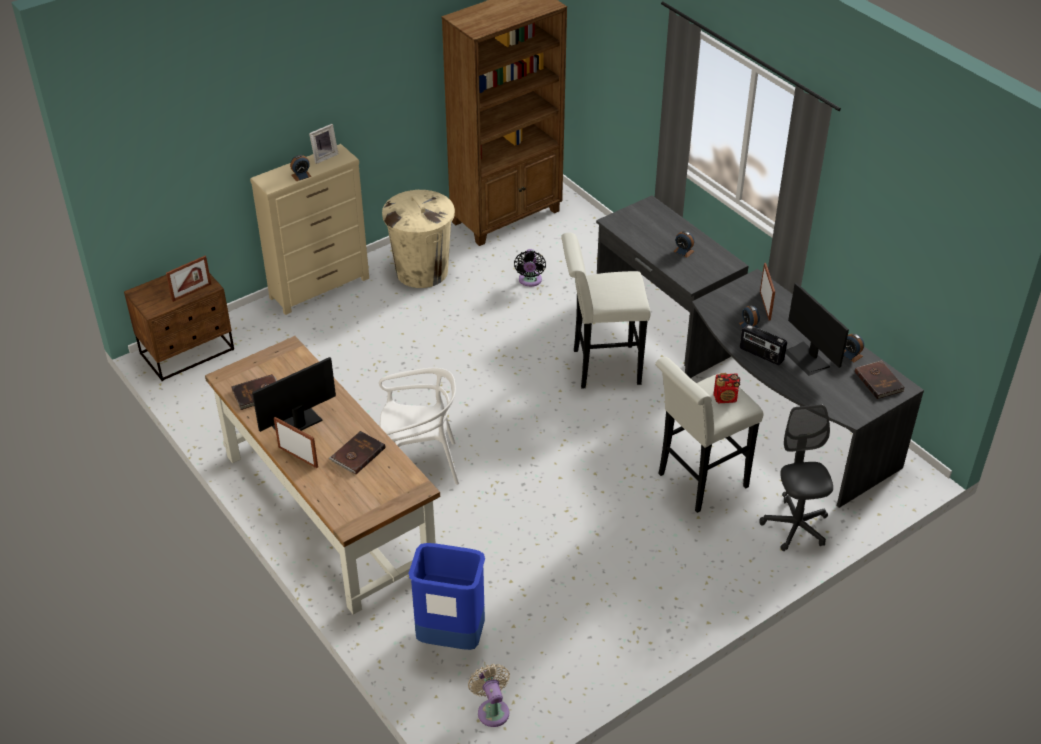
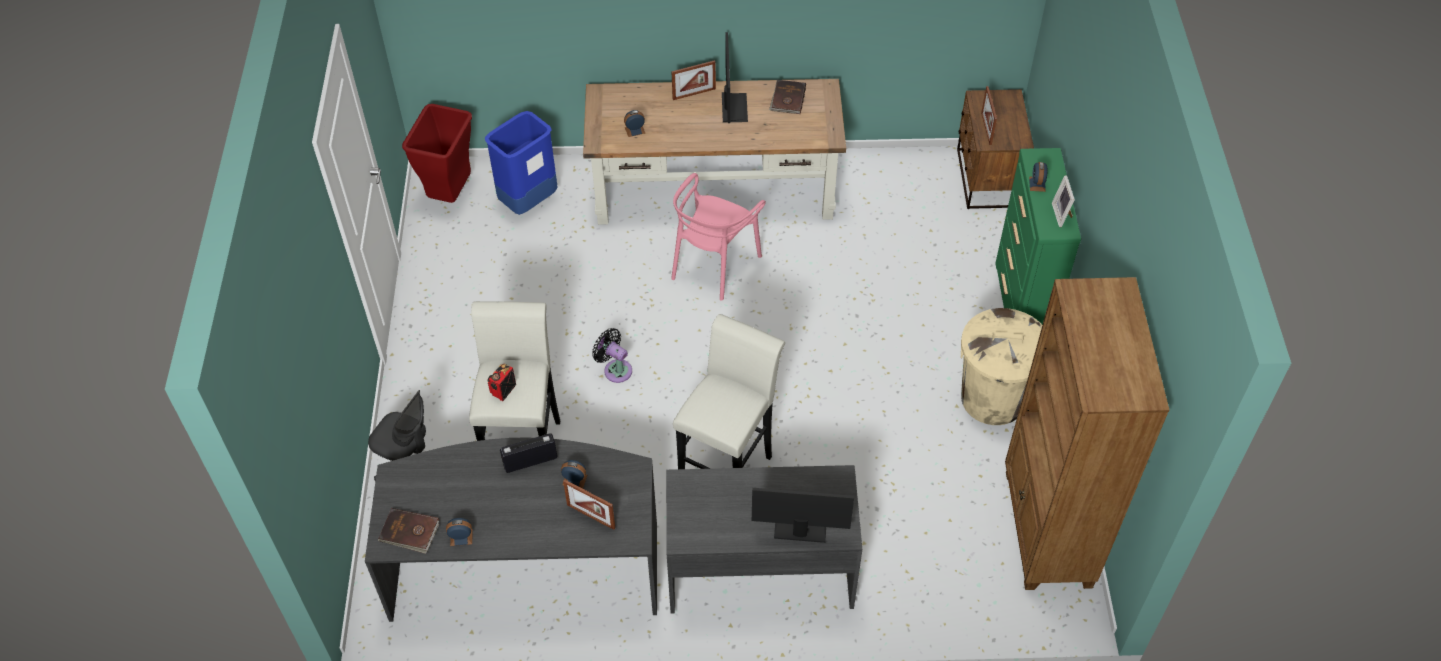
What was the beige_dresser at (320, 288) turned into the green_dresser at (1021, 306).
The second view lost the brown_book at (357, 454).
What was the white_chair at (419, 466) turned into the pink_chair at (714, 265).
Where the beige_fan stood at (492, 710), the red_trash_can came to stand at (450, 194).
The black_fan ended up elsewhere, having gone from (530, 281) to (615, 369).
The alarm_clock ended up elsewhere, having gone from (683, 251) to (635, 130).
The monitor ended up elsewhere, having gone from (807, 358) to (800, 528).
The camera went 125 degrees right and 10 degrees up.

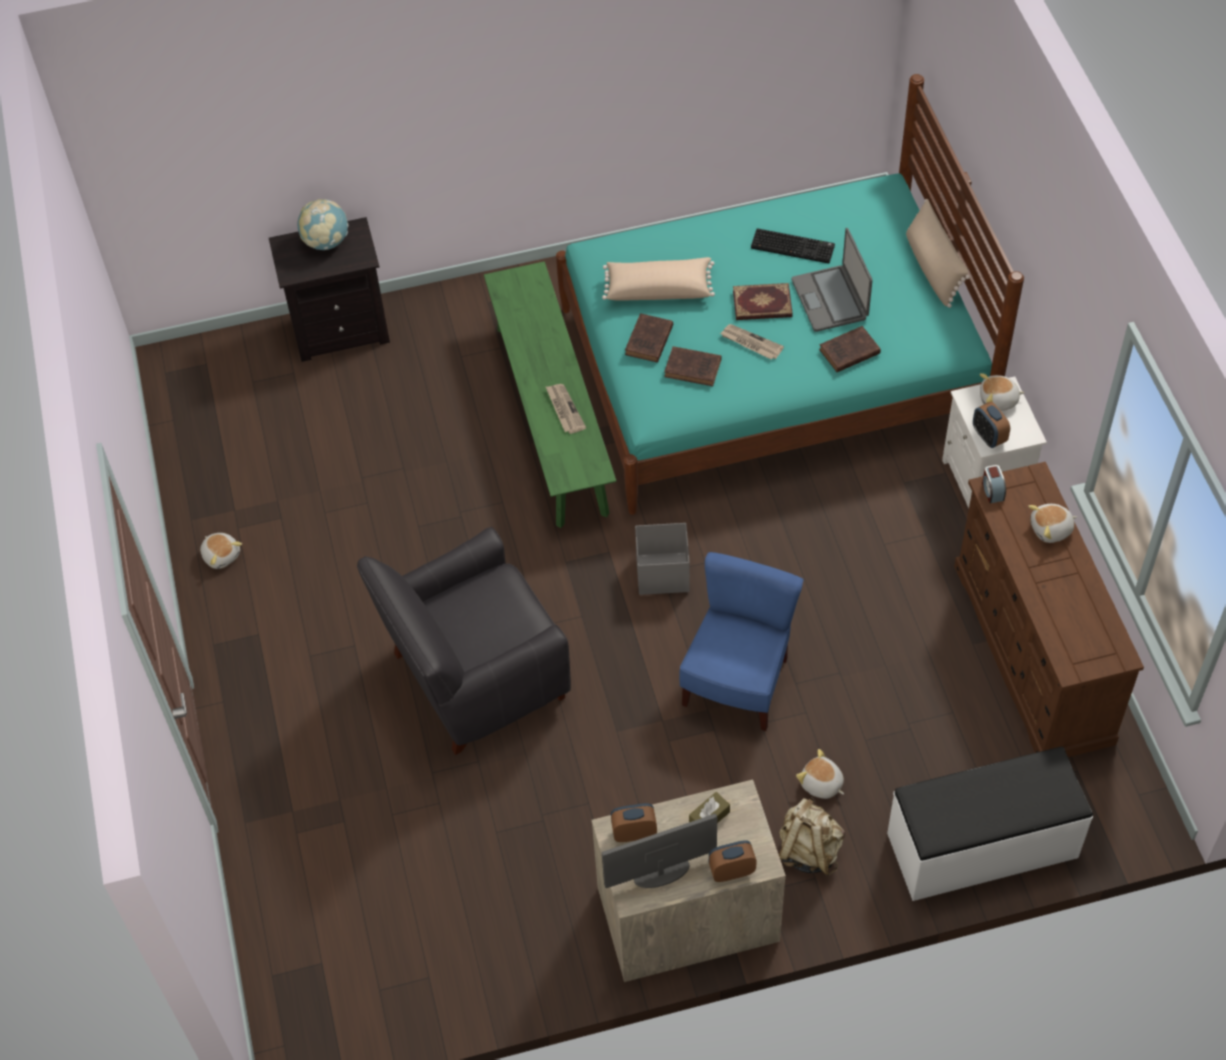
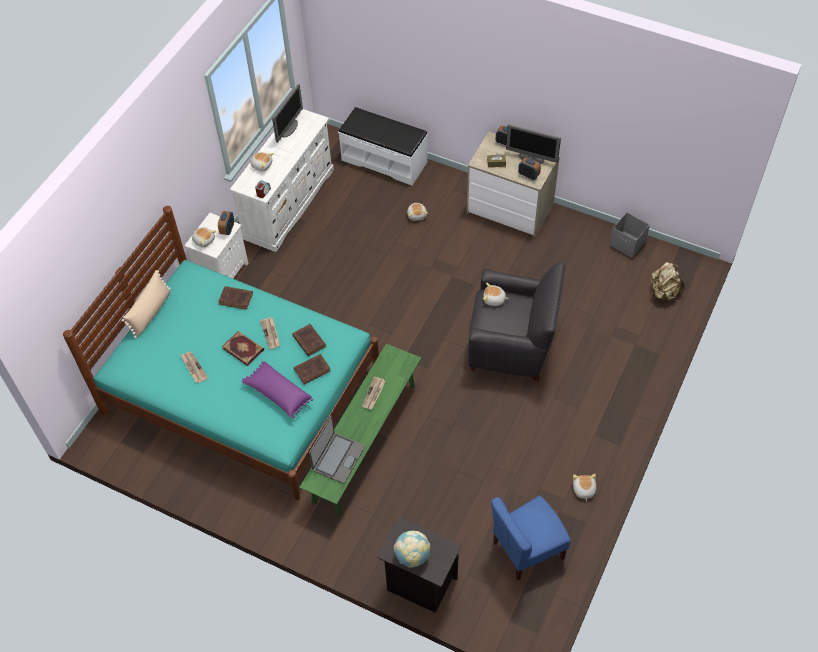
What was the beige_pillow at (658, 288) turned into the purple_pillow at (278, 394).
The grey_storage_box ended up elsewhere, having gone from (661, 573) to (627, 244).
The blue_chair ended up elsewhere, having gone from (737, 683) to (527, 549).
Where the keyboard stood at (793, 246), the newspaper came to stand at (193, 368).
The beige_backpack ended up elsewhere, having gone from (808, 850) to (663, 292).
The laptop ended up elsewhere, having gone from (830, 299) to (338, 458).
What was the brown_dresser at (1033, 654) turned into the white_dresser at (289, 203).
The second view gained the monitor at (289, 128).
The second view gained the plush_toy at (494, 300).
The camera went 140 degrees left and 0 degrees up.

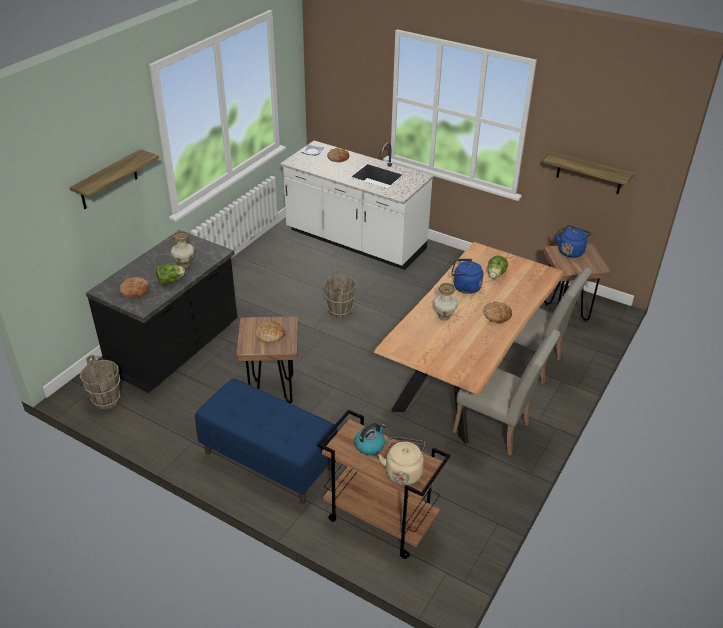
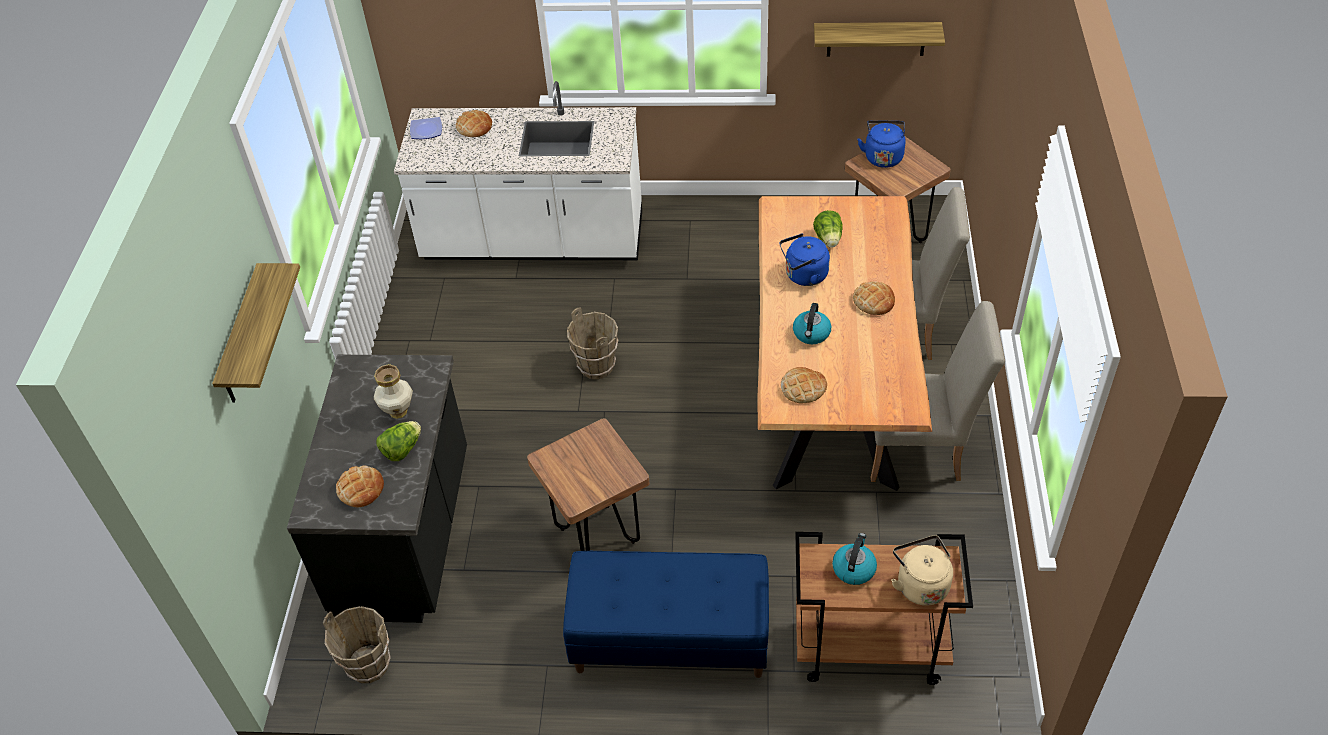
The bread ended up elsewhere, having gone from (270, 334) to (803, 388).
Where the vase stood at (444, 316), the kettle came to stand at (811, 334).
The camera went 25 degrees left and 10 degrees up.

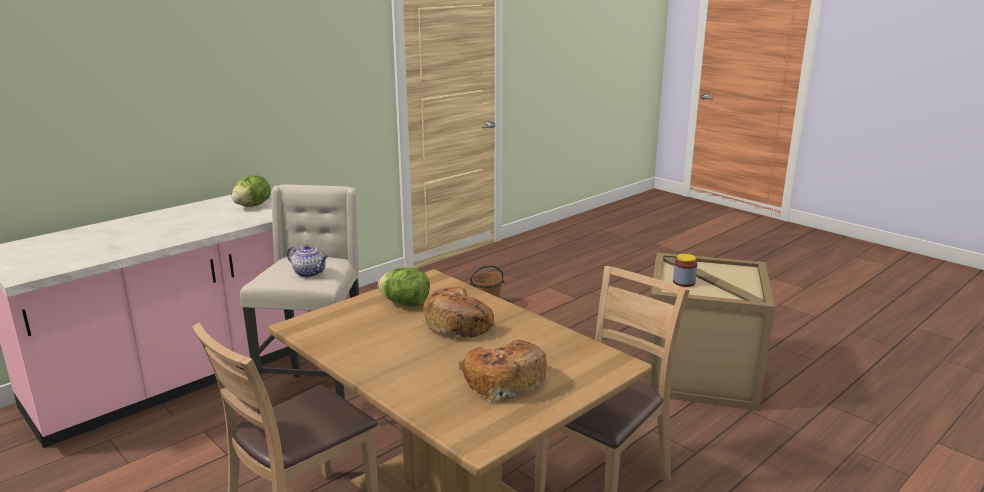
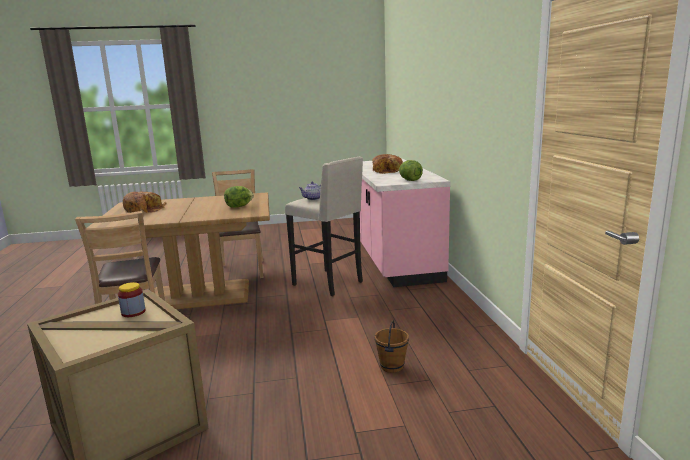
The bread ended up elsewhere, having gone from (460, 323) to (388, 171).
The camera went 125 degrees right and 5 degrees down.

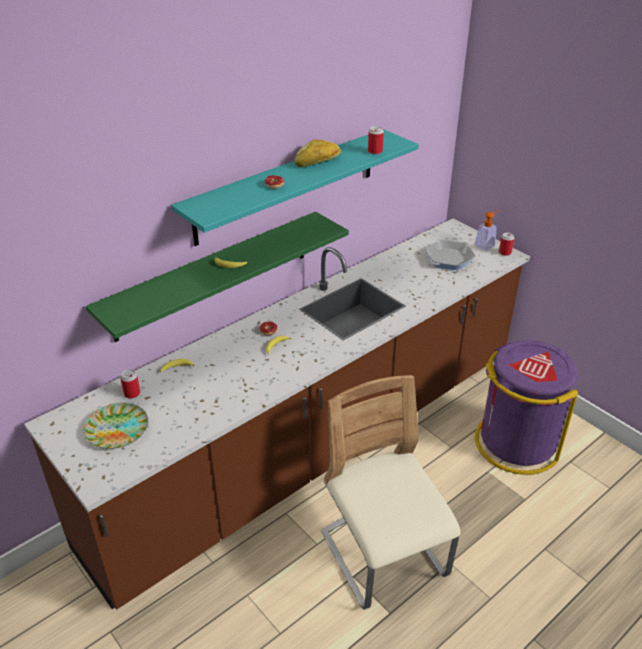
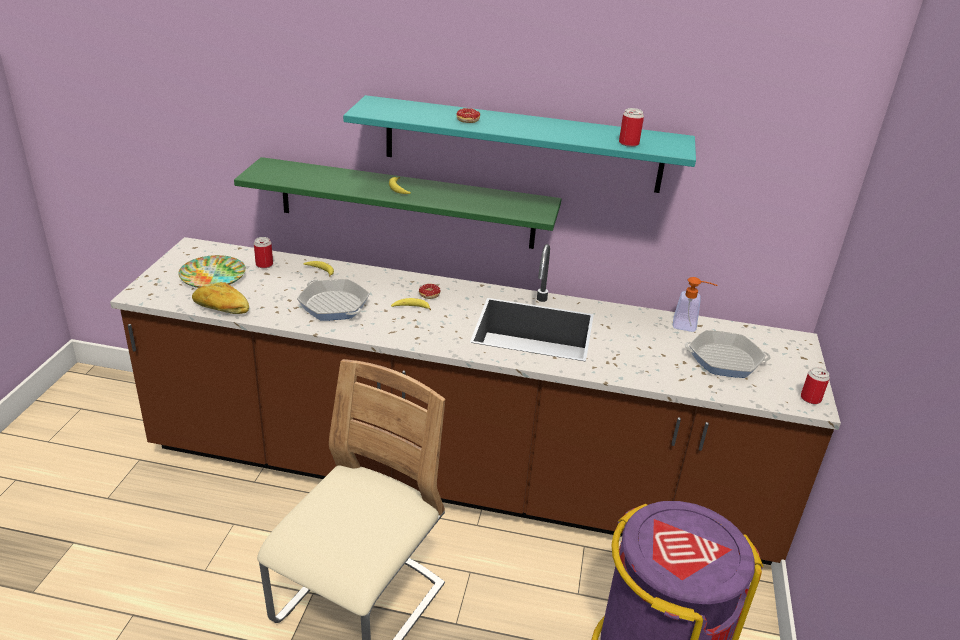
The bread ended up elsewhere, having gone from (318, 162) to (221, 308).
The soap_dispenser ended up elsewhere, having gone from (487, 245) to (689, 326).
The second view gained the frying_pan at (334, 305).
The camera went 50 degrees right and 5 degrees down.

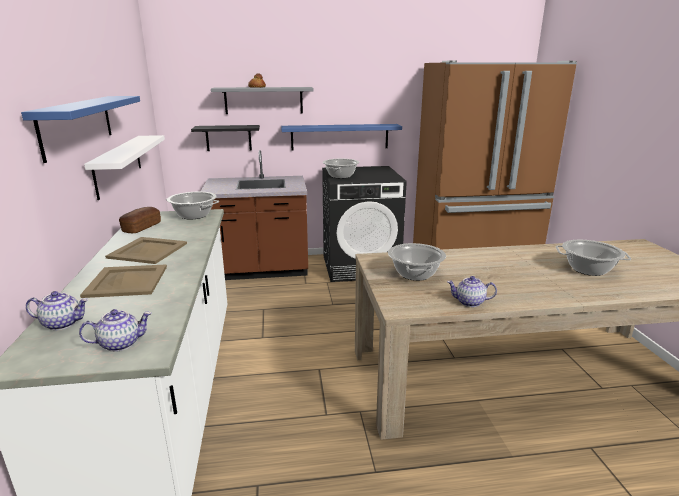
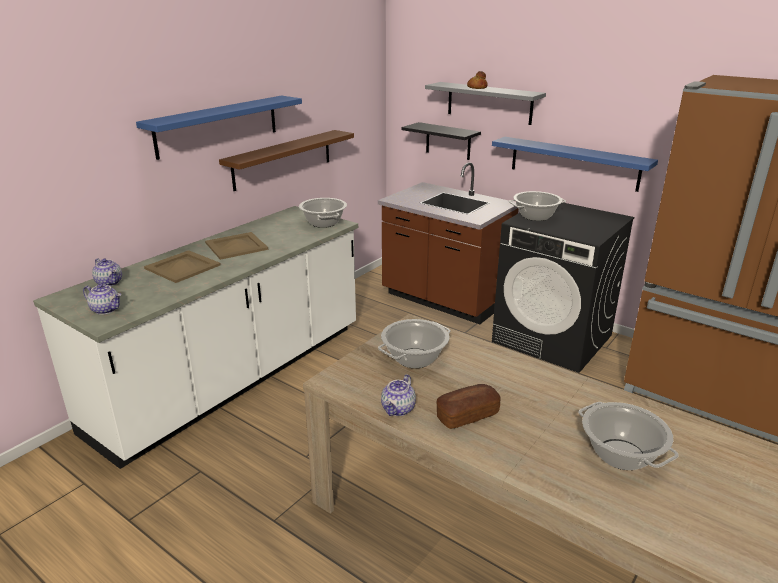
What was the white_shelf at (118, 164) turned into the brown_shelf at (283, 159).
The bread ended up elsewhere, having gone from (142, 227) to (467, 415).
The teapot at (469, 302) ended up facing another way, 120 degrees counterclockwise from before.
The camera went 45 degrees right and 5 degrees up.

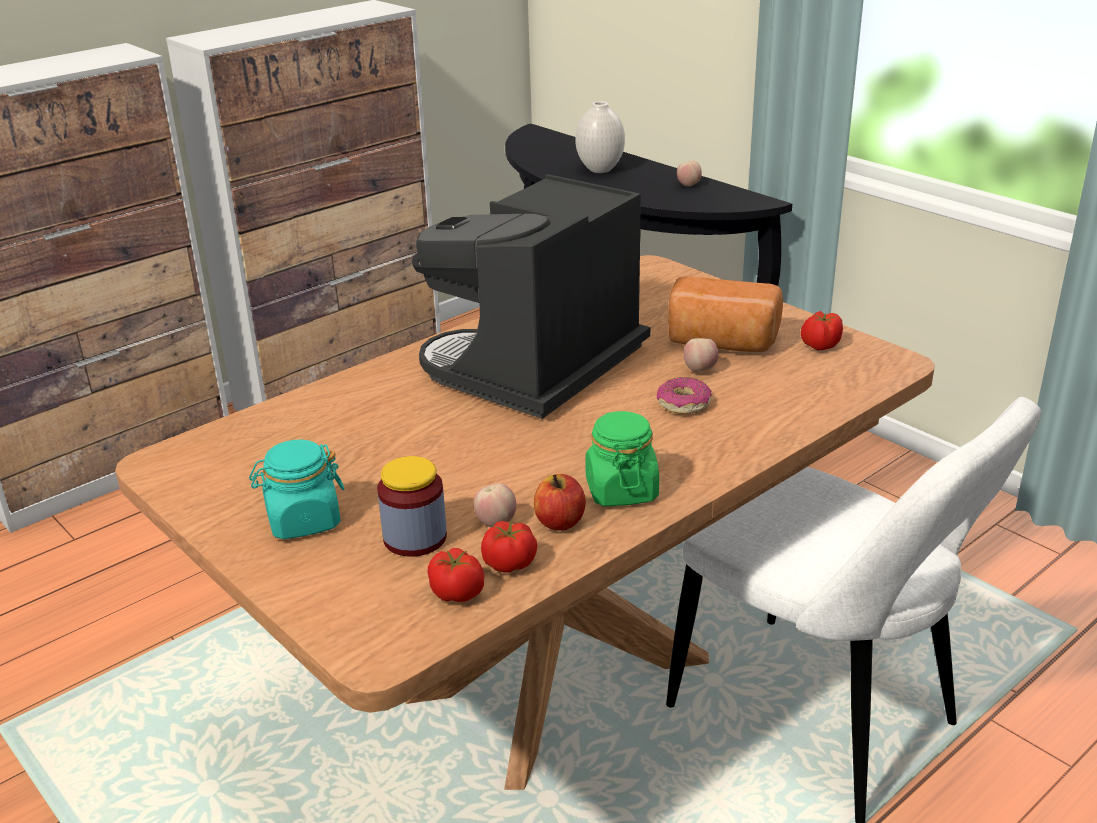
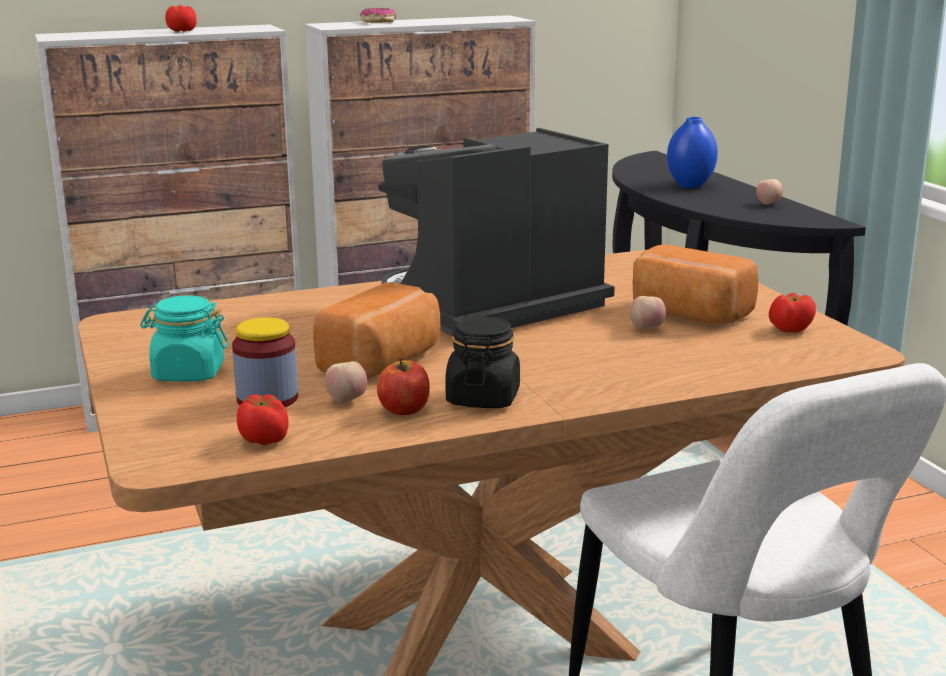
The tomato ended up elsewhere, having gone from (509, 564) to (182, 31).
What was the white_vase at (599, 169) turned into the blue_vase at (689, 185).
What was the green_jar at (621, 490) turned into the black_jar at (483, 398).
The donut ended up elsewhere, having gone from (683, 404) to (377, 22).
The second view gained the bread at (384, 362).
The camera went 20 degrees right and 10 degrees down.

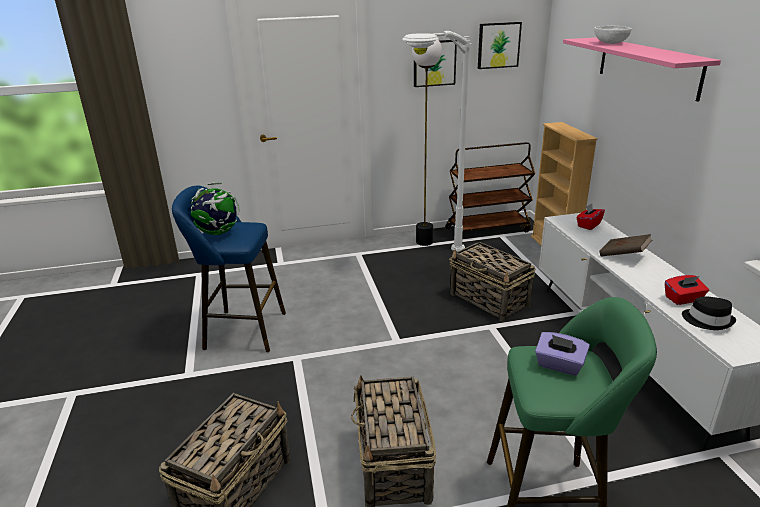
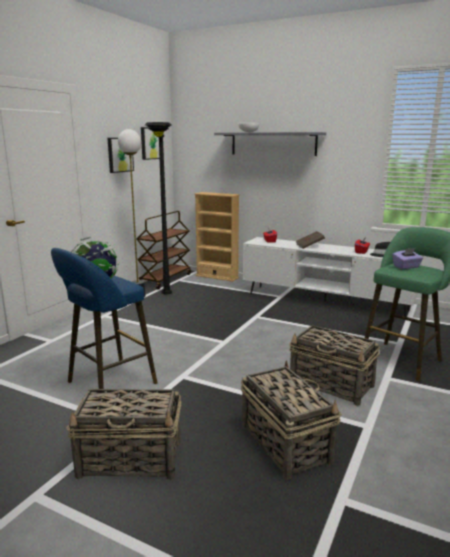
What was the white_floor_lamp at (430, 264) turned into the black_floor_lamp at (165, 304).
The basket ended up elsewhere, having gone from (489, 300) to (131, 459).
What was the pink_shelf at (647, 66) turned into the grey_shelf at (273, 144).
The camera went 50 degrees left and 10 degrees down.

